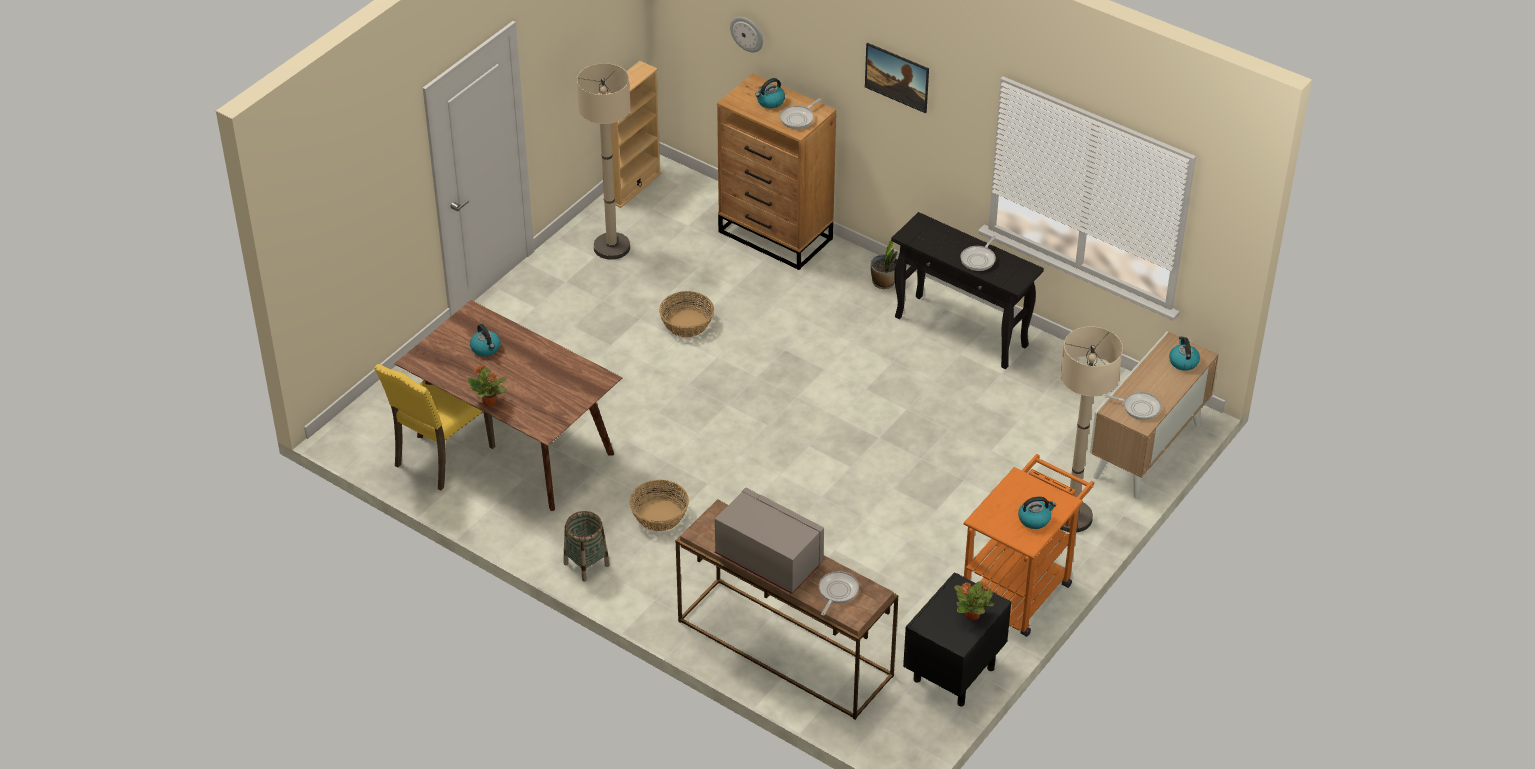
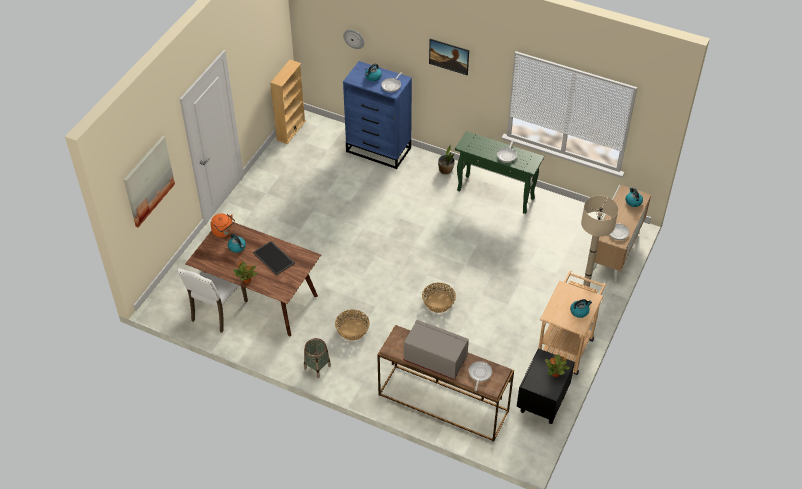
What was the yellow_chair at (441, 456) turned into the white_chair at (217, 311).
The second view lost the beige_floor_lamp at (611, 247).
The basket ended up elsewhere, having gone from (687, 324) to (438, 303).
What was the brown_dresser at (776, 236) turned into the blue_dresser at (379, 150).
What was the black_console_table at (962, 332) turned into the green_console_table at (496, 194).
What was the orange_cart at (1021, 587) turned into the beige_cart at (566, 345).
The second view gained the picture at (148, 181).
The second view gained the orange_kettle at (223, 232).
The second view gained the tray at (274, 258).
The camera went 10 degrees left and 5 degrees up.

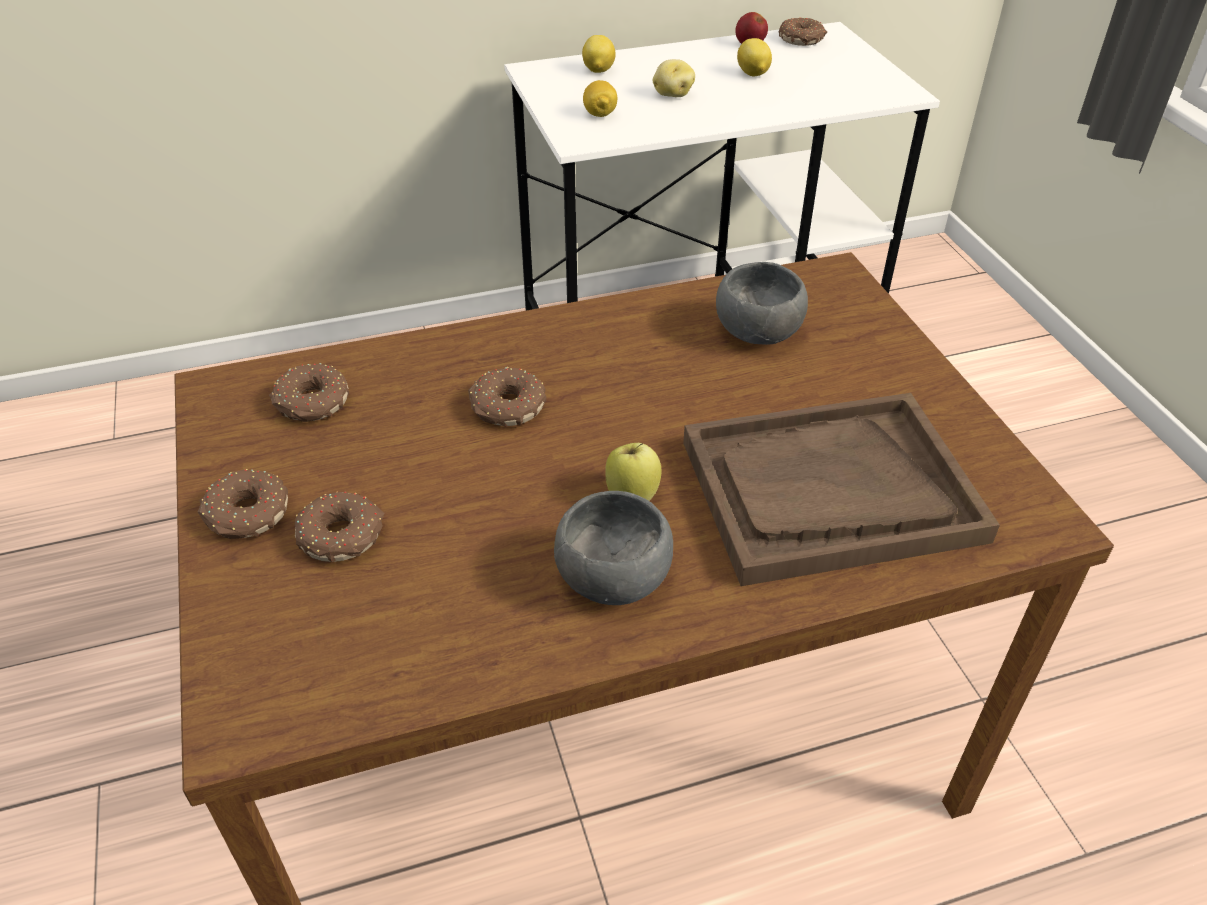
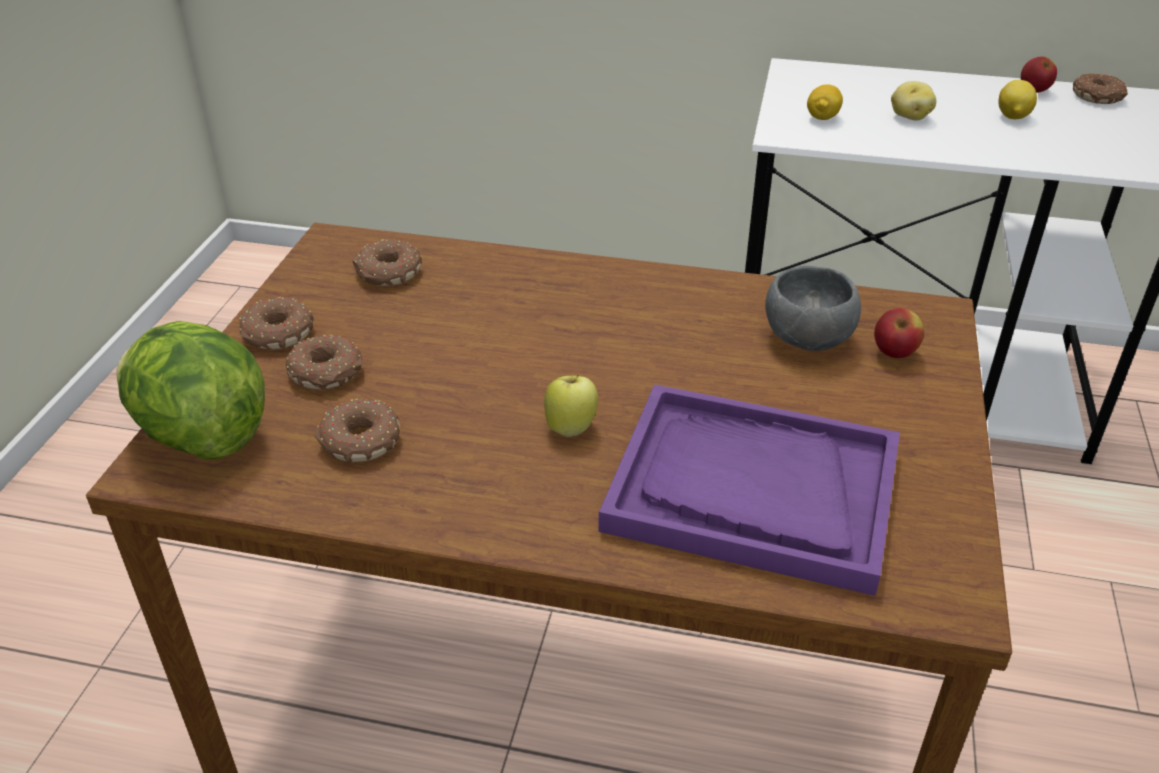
The donut ended up elsewhere, having gone from (506, 407) to (359, 441).
The second view lost the grey_bowl at (612, 576).
The second view lost the lemon at (598, 71).
What was the brown_tray at (829, 491) turned into the purple_tray at (752, 490).
The second view gained the lettuce at (200, 435).
The second view gained the apple at (894, 353).
The camera went 30 degrees right and 5 degrees down.

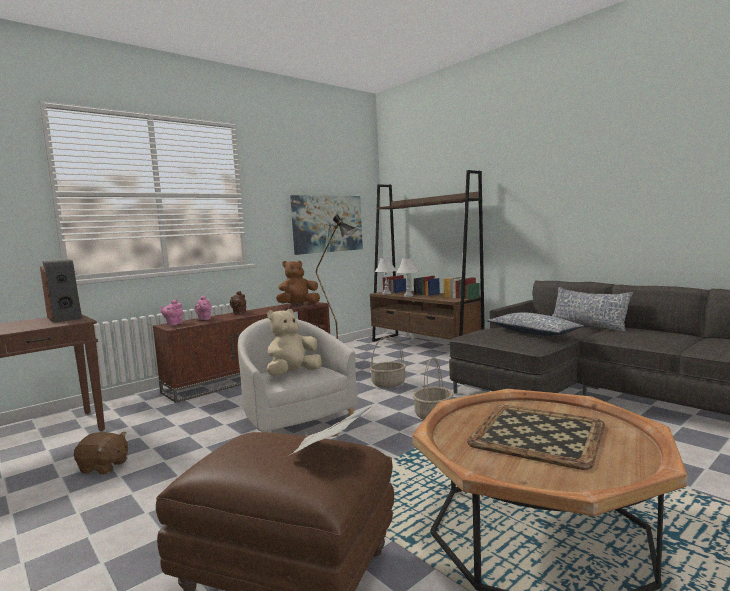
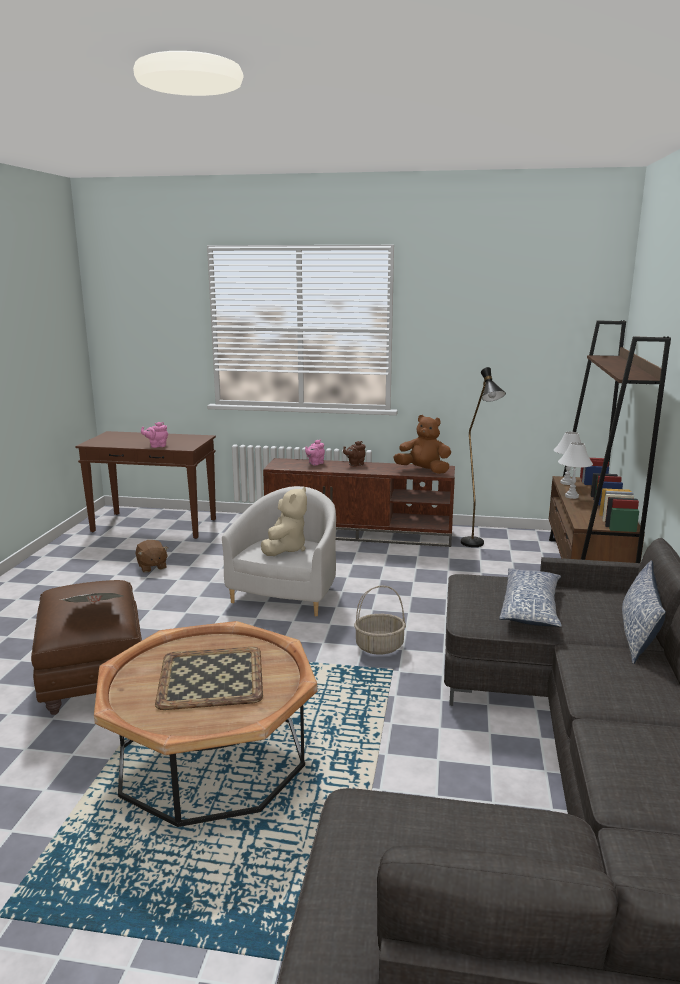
The second view lost the speaker at (65, 317).
The pink_teapot ended up elsewhere, having gone from (173, 324) to (157, 446).
The beige_plush_toy at (293, 374) ended up facing another way, 105 degrees clockwise from before.
The second view lost the picture at (327, 224).
The second view lost the basket at (388, 383).
The camera went 50 degrees right and 10 degrees up.

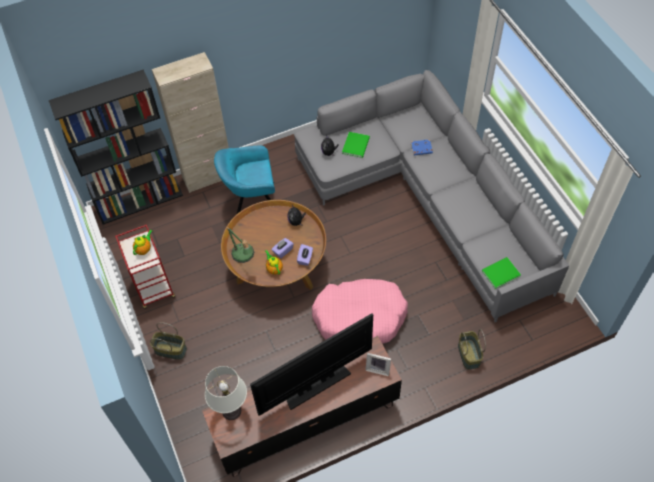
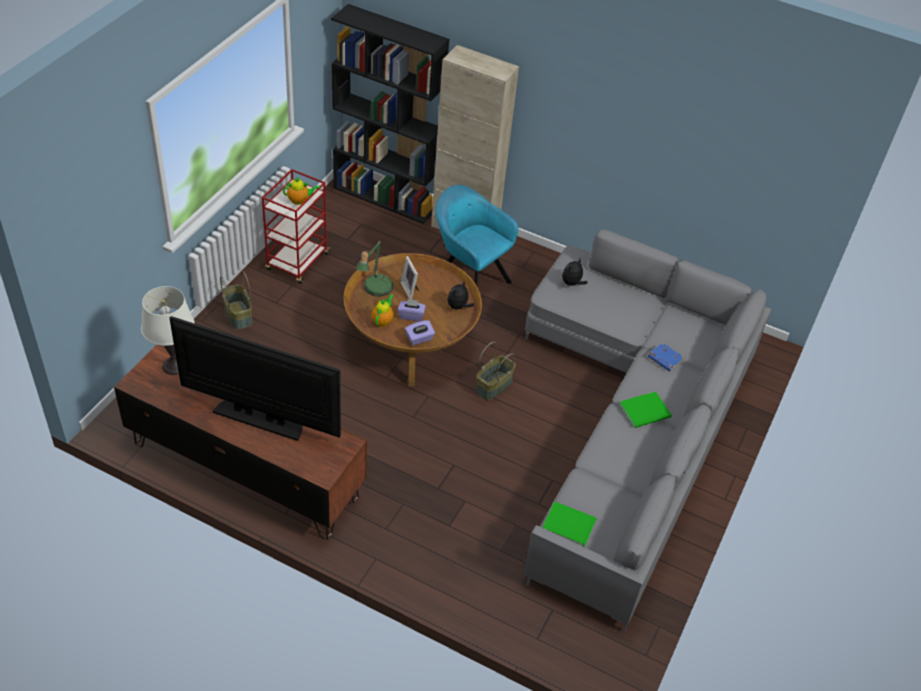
The second view lost the pink_dog_bed at (360, 318).
The green_book ended up elsewhere, having gone from (356, 145) to (646, 411).
The picture_frame ended up elsewhere, having gone from (378, 368) to (410, 289).
The basket ended up elsewhere, having gone from (468, 354) to (493, 385).
The camera went 45 degrees right and 10 degrees down.

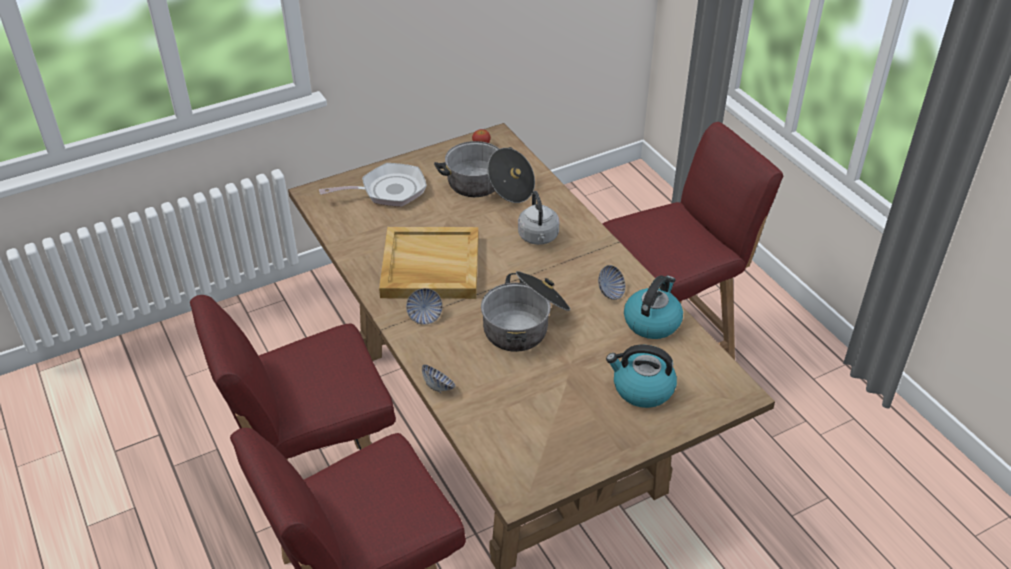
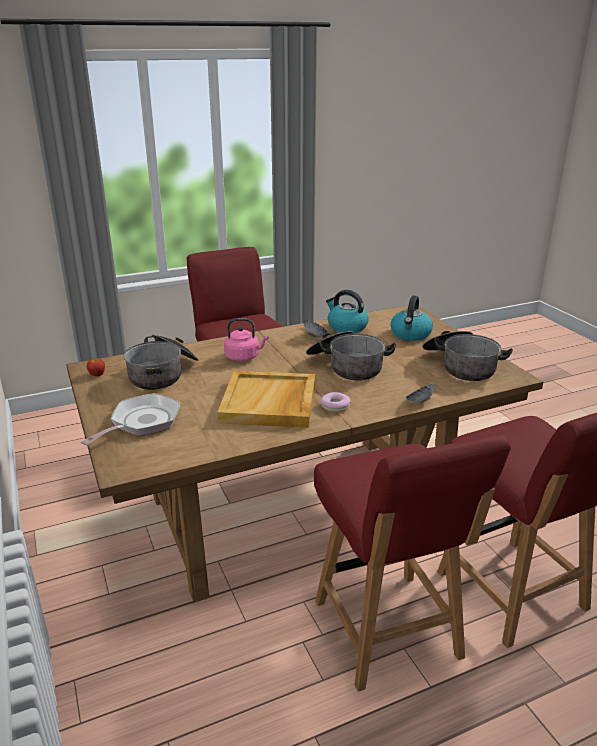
The frying_pan at (388, 191) ended up facing another way, 45 degrees clockwise from before.
Where the bowl stood at (425, 316), the donut came to stand at (335, 406).
What was the grey_kettle at (538, 237) turned into the pink_kettle at (244, 357).
The second view gained the cooking_pot at (460, 366).
The camera went 85 degrees left and 15 degrees down.

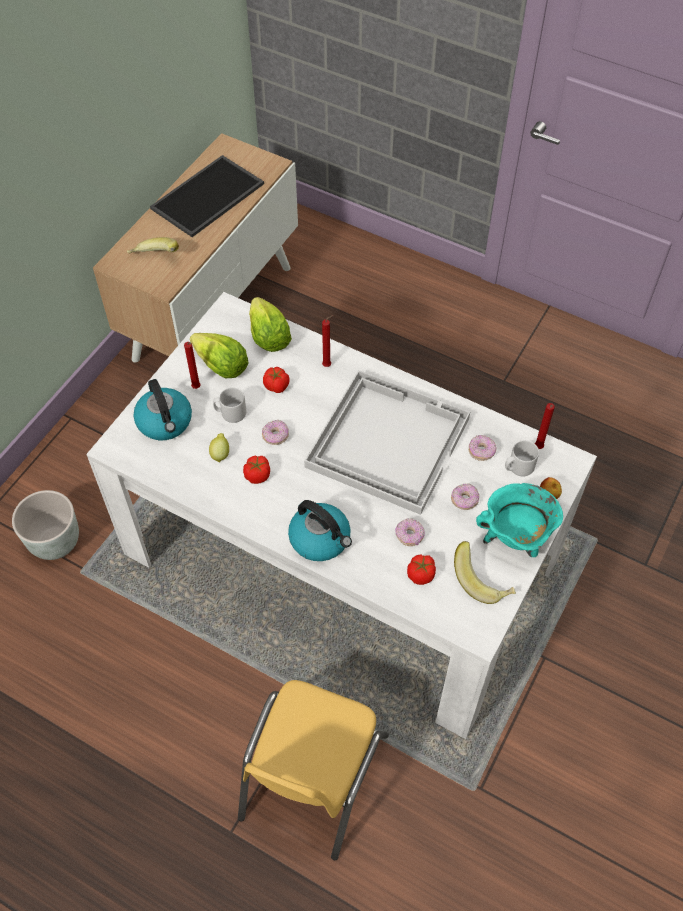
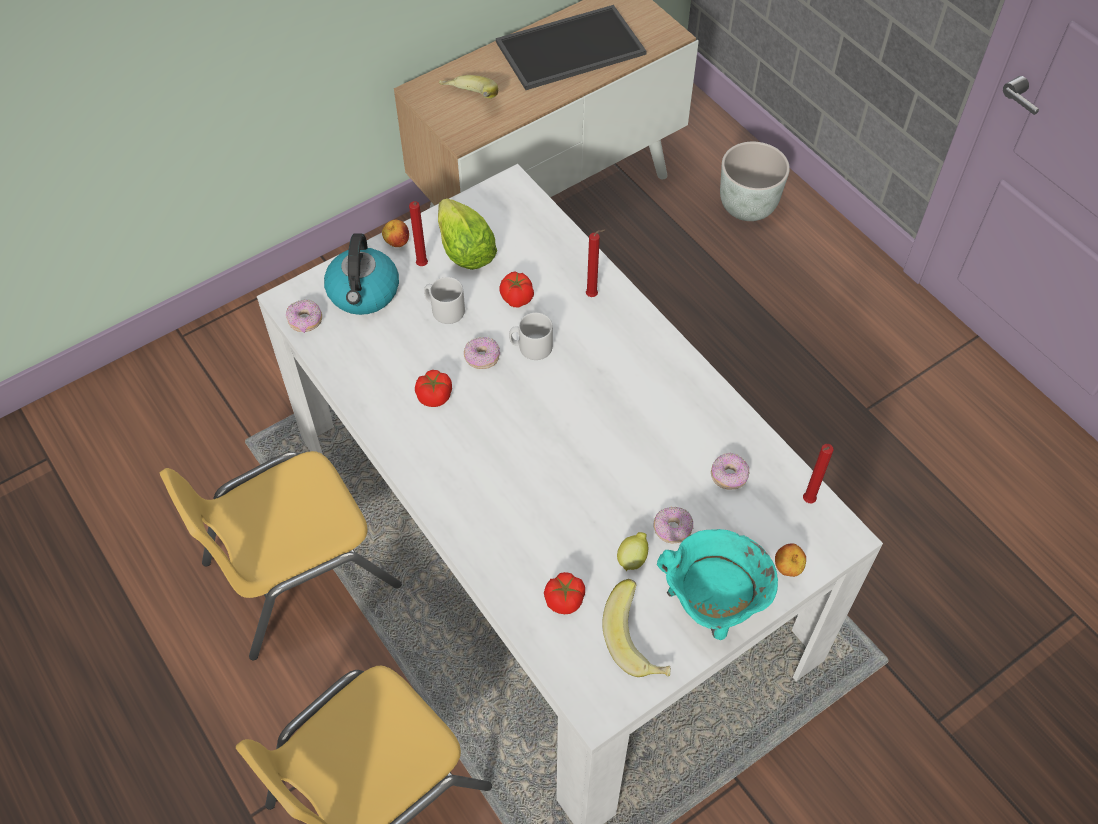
The grey_planter ended up elsewhere, having gone from (55, 541) to (747, 206).
The lemon ended up elsewhere, having gone from (220, 454) to (632, 558).
The second view lost the lettuce at (268, 337).
The second view lost the kettle at (321, 539).
The second view lost the white_tray at (387, 441).
The donut ended up elsewhere, having gone from (409, 535) to (305, 321).
The grey_mug ended up elsewhere, having gone from (518, 467) to (531, 347).
The second view gained the yellow_chair at (299, 572).
The second view gained the apple at (397, 242).
The camera went 25 degrees right and 0 degrees up.

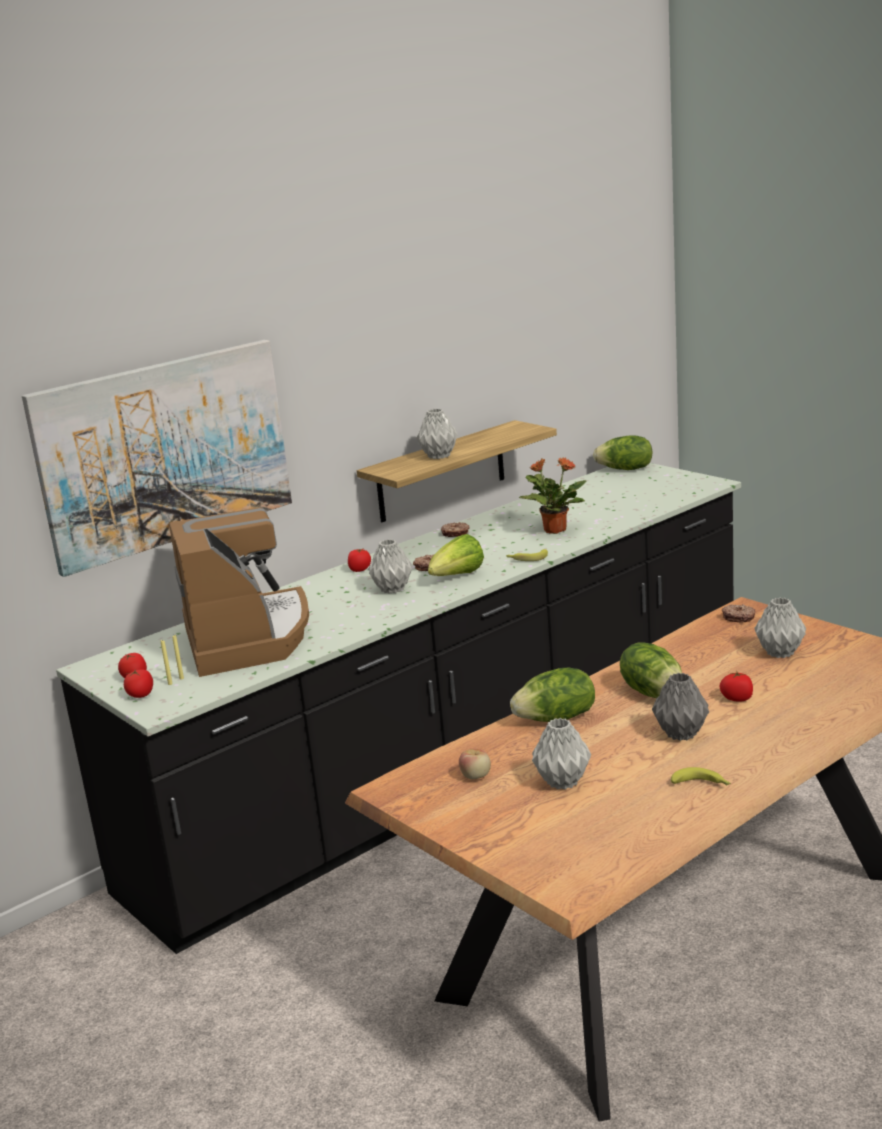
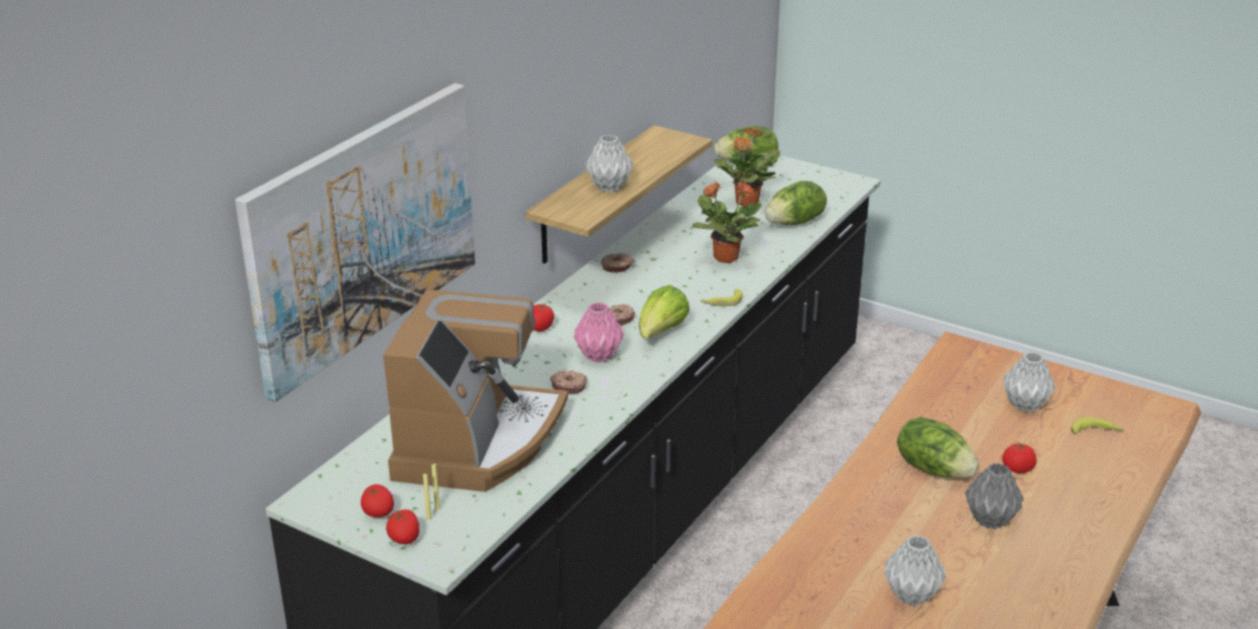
The coffee_machine at (248, 638) ended up facing another way, 45 degrees clockwise from before.
What was the grey_vase at (393, 589) turned into the pink_vase at (599, 355).
The second view lost the apple at (476, 776).
The lettuce ended up elsewhere, having gone from (557, 718) to (795, 222).
The banana ended up elsewhere, having gone from (702, 784) to (1096, 432).
The donut ended up elsewhere, having gone from (738, 617) to (568, 386).
The second view gained the potted_plant at (746, 202).
The camera went 20 degrees left and 10 degrees up.

